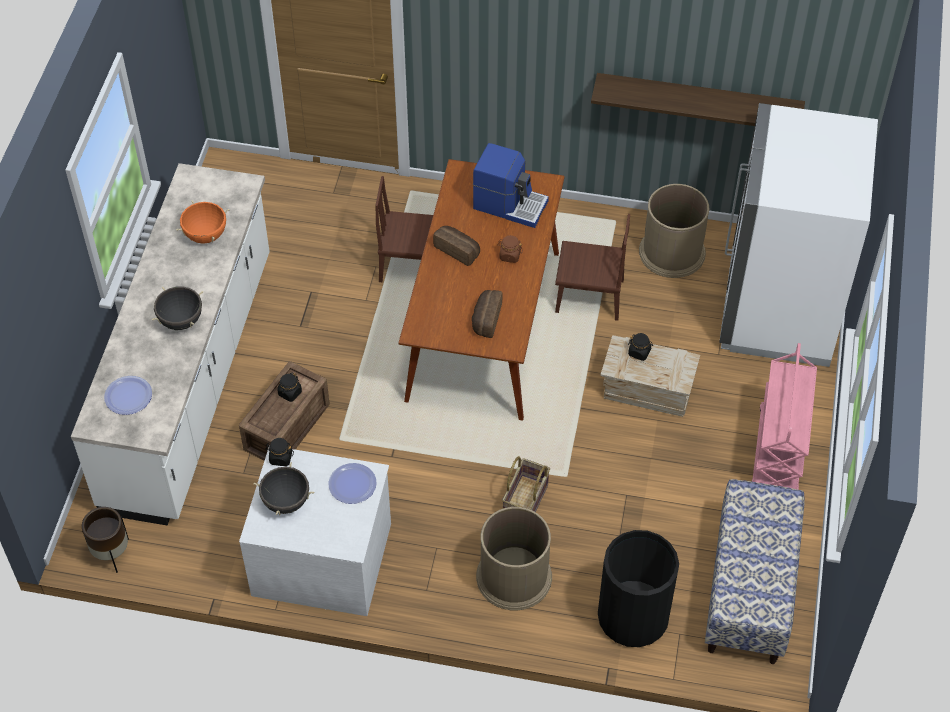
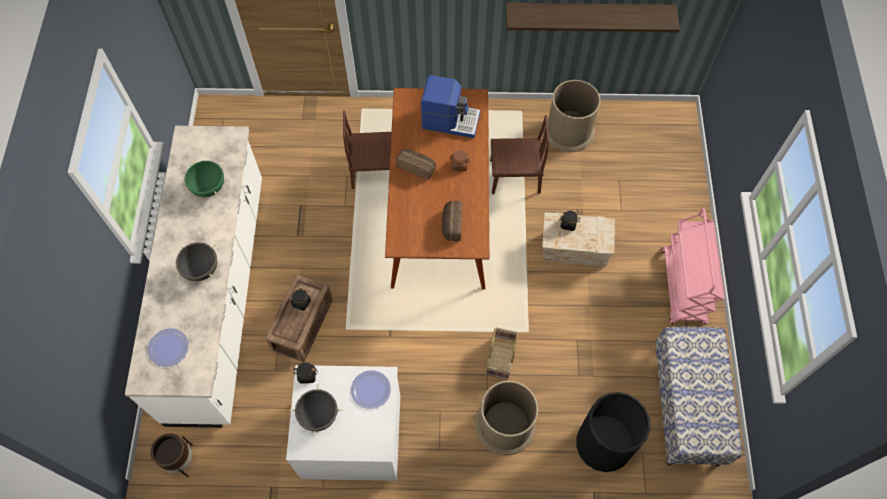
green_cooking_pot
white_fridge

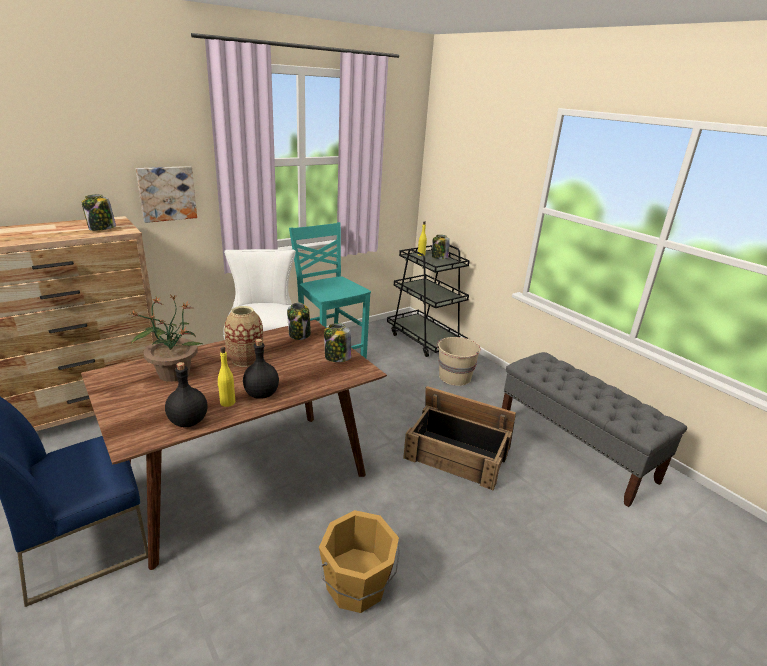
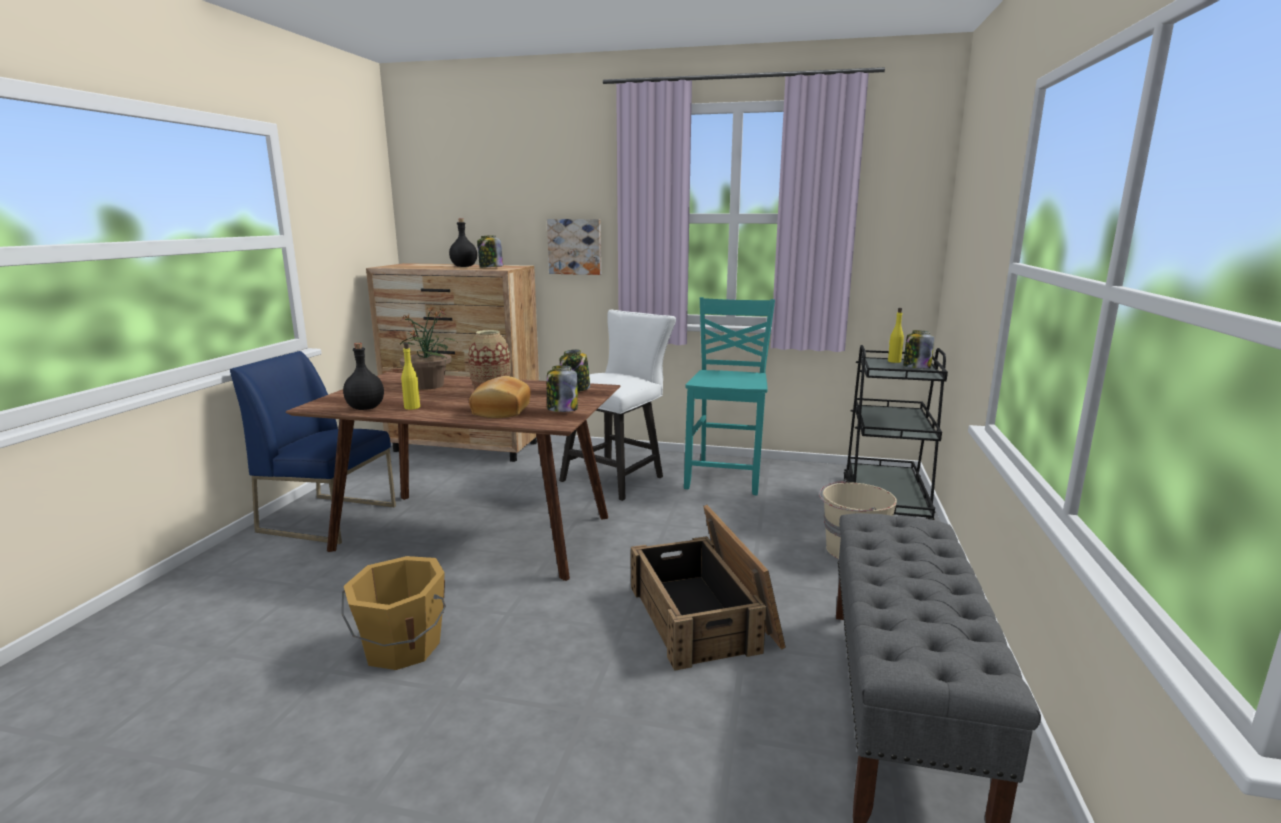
black_bottle (2nd from left)
bread

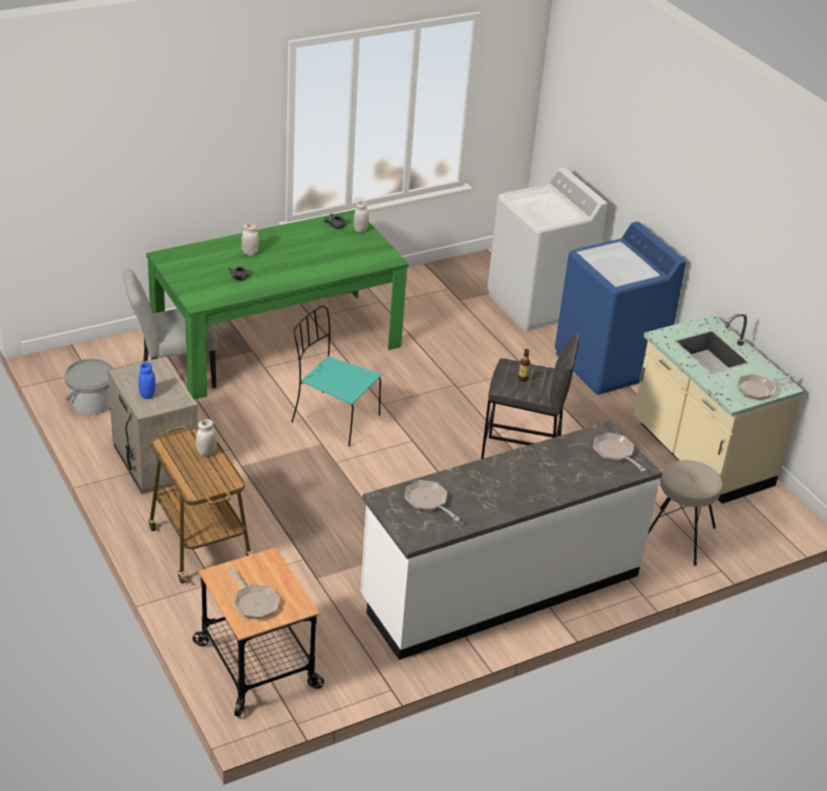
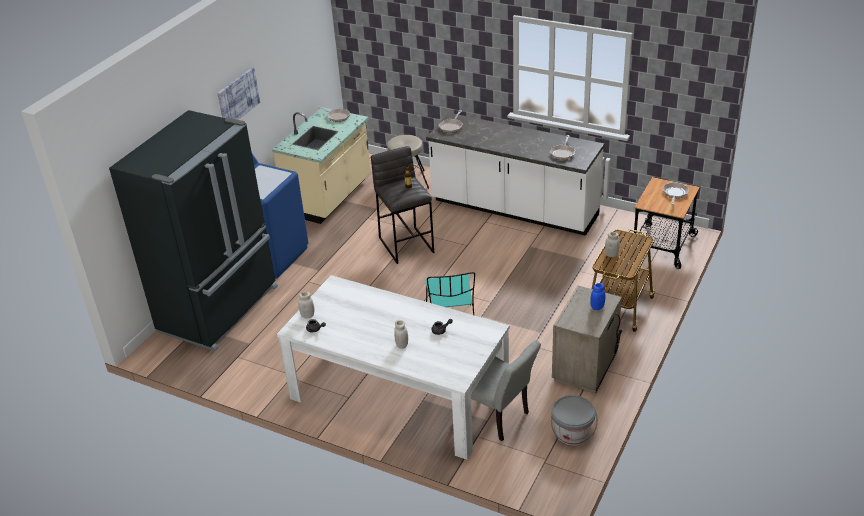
white_dining_table
black_fridge
picture

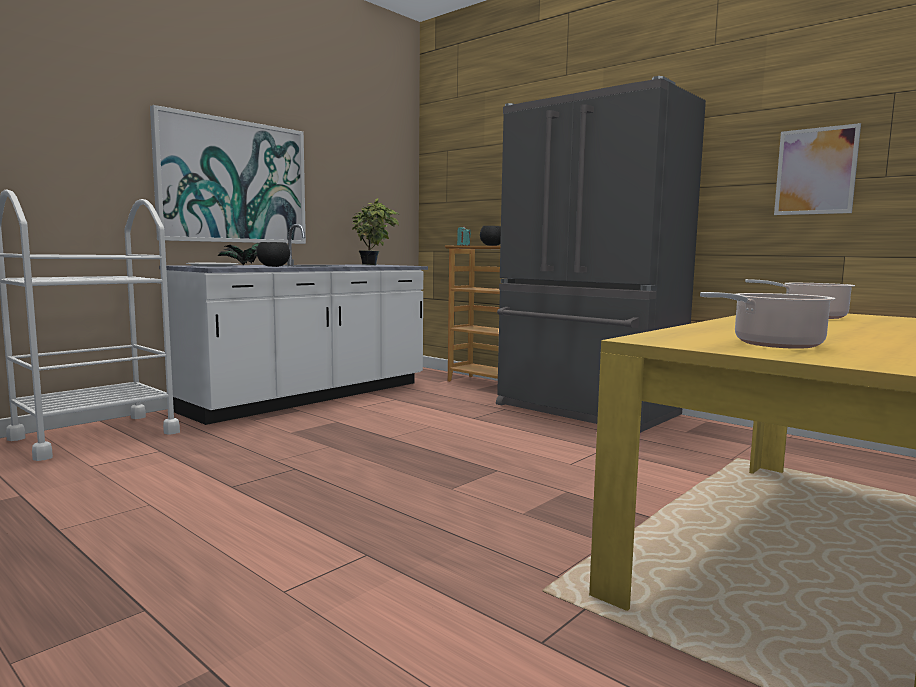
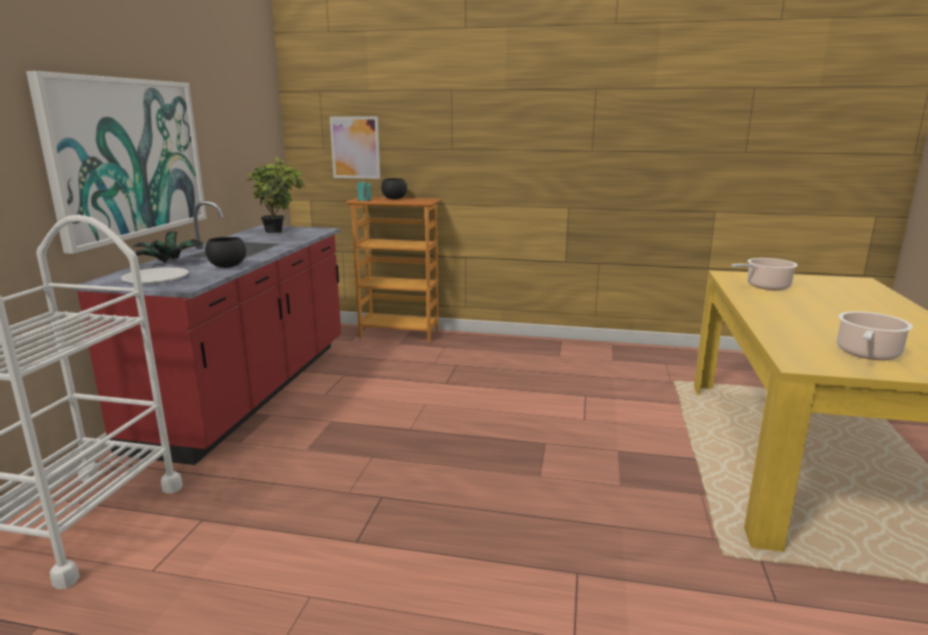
red_counter
grey_fridge
picture (2nd from left)

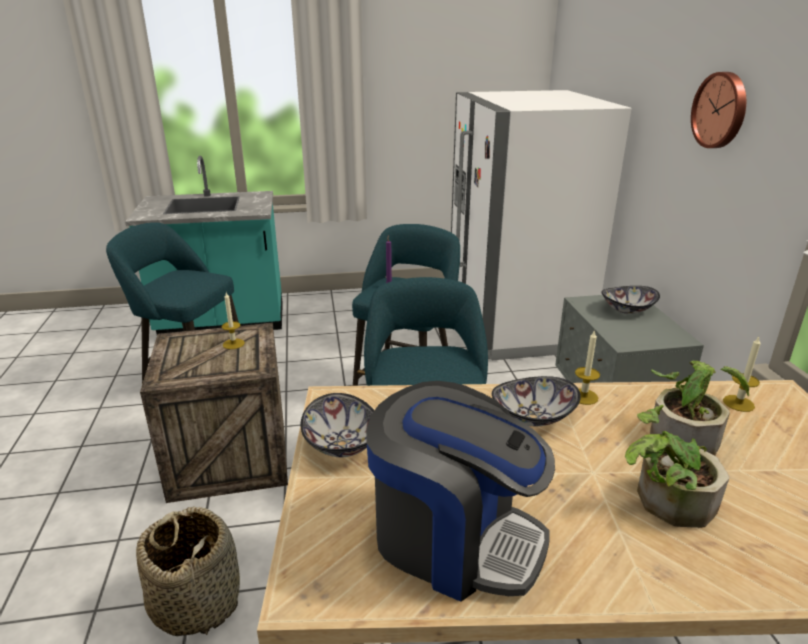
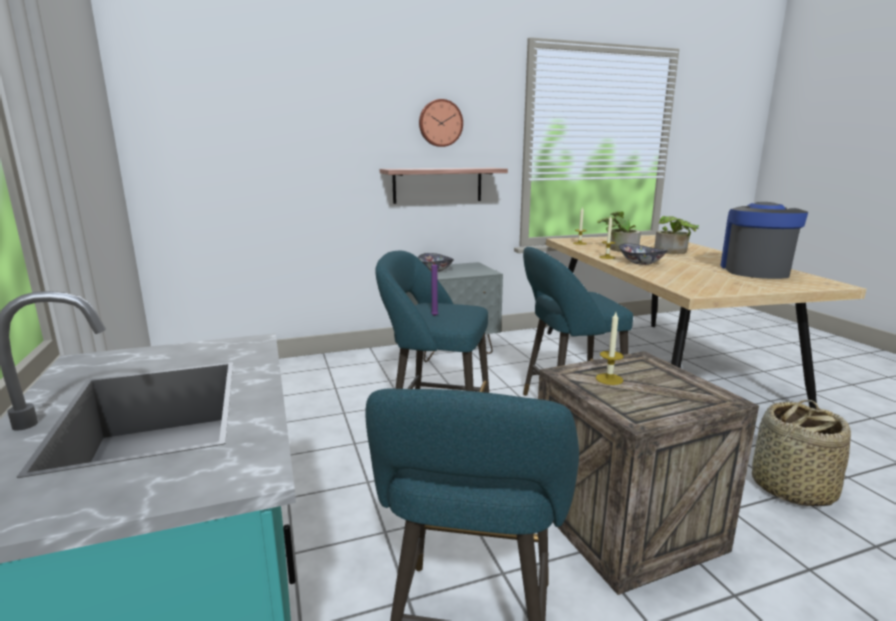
bowl (1st from left in the first image)
white_fridge
shelf

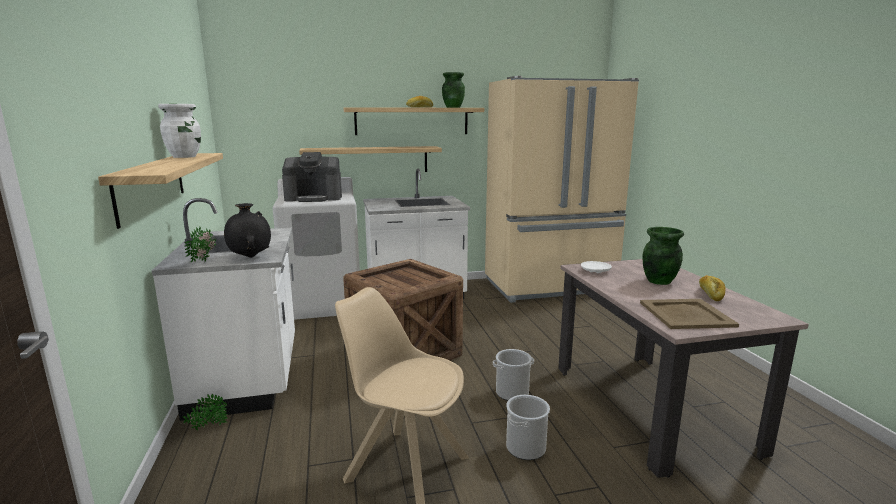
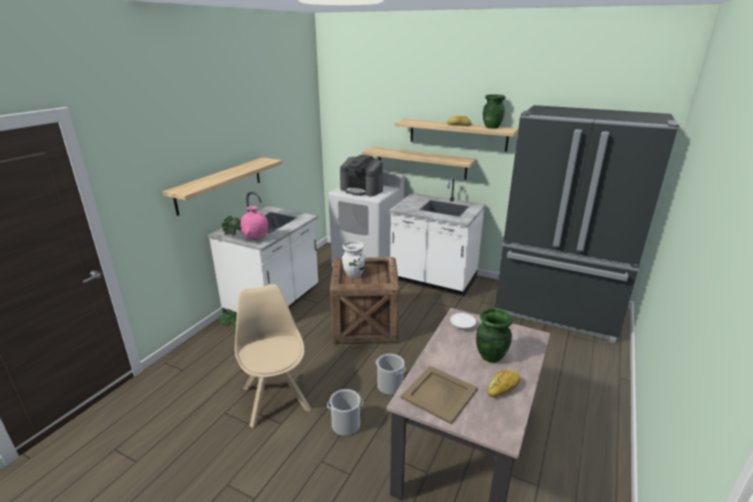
white_vase
pink_vase
black_fridge

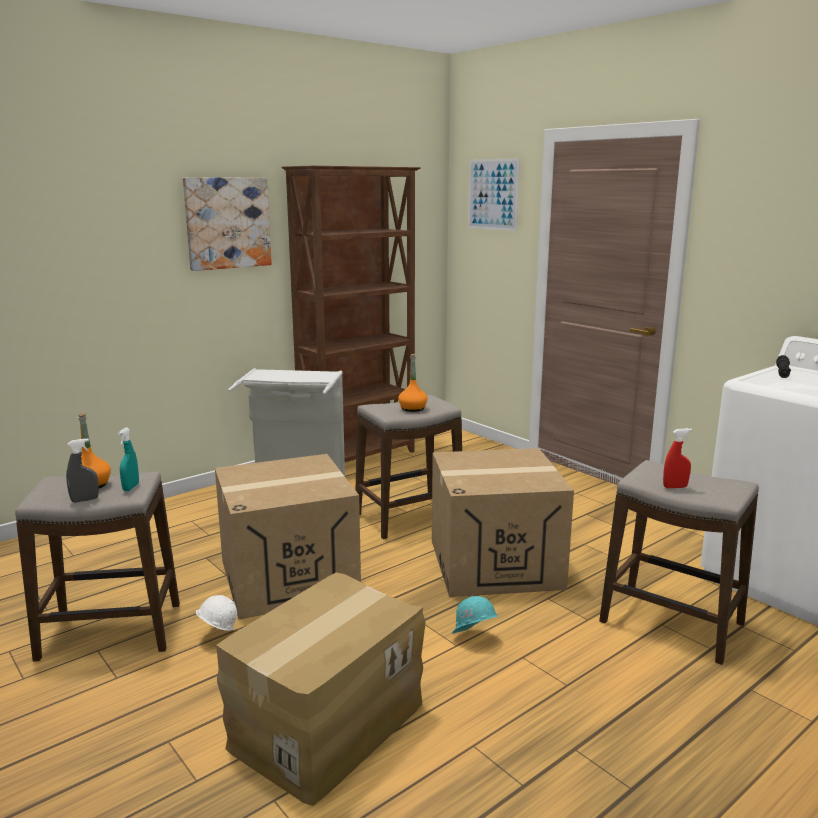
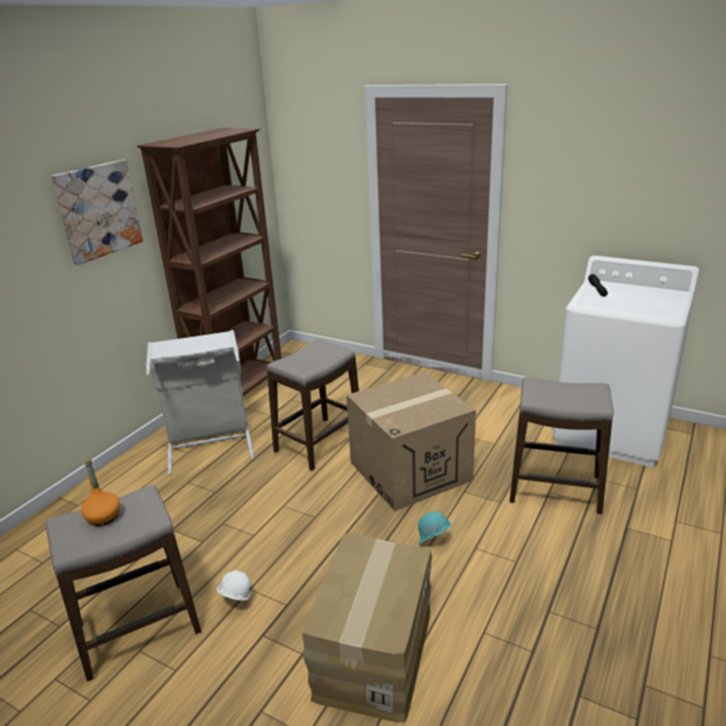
grey_spray_bottle
turquoise_spray_bottle
cardboard_box (1st from left in the first image)
orange_bottle (2nd from left in the first image)
picture (2nd from left in the first image)
red_spray_bottle

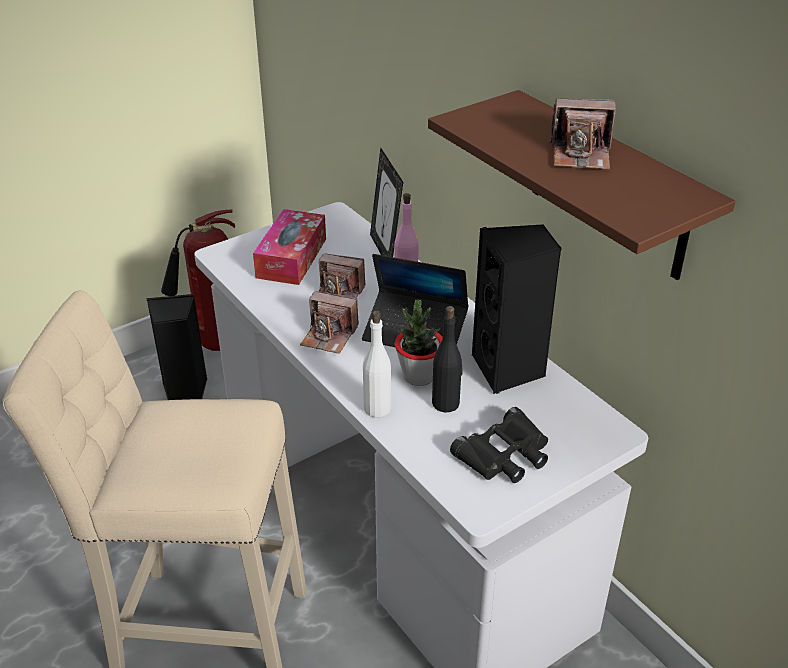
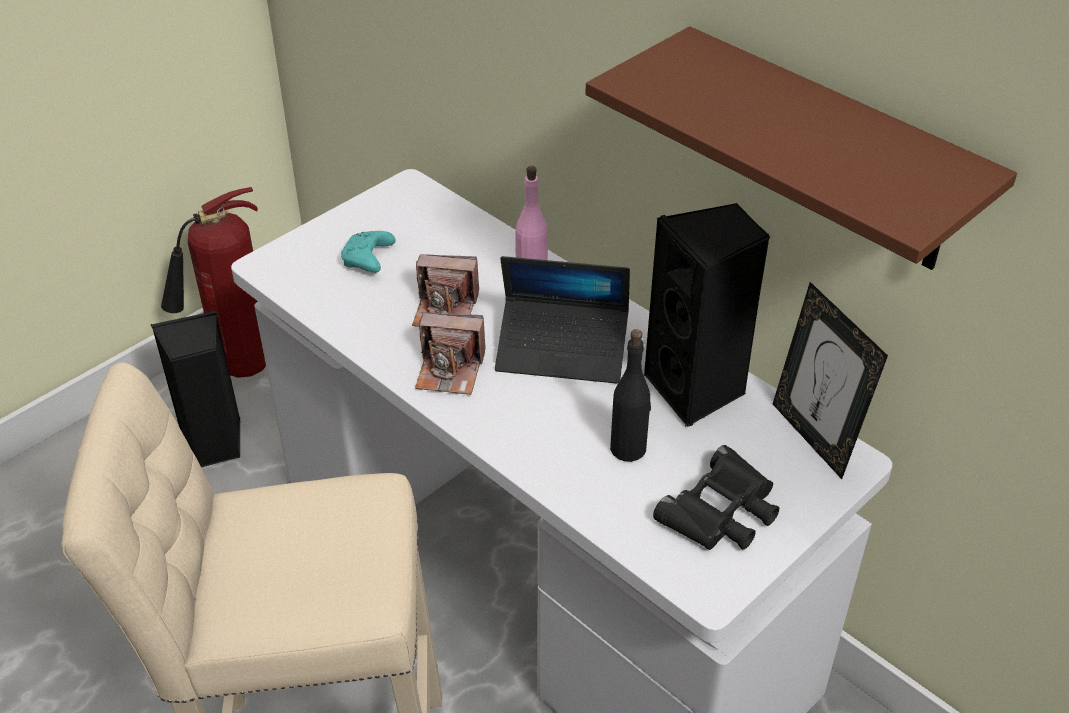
turquoise_game_controller
white_bottle
picture_frame
potted_plant
photo_camera (3rd from left in the first image)

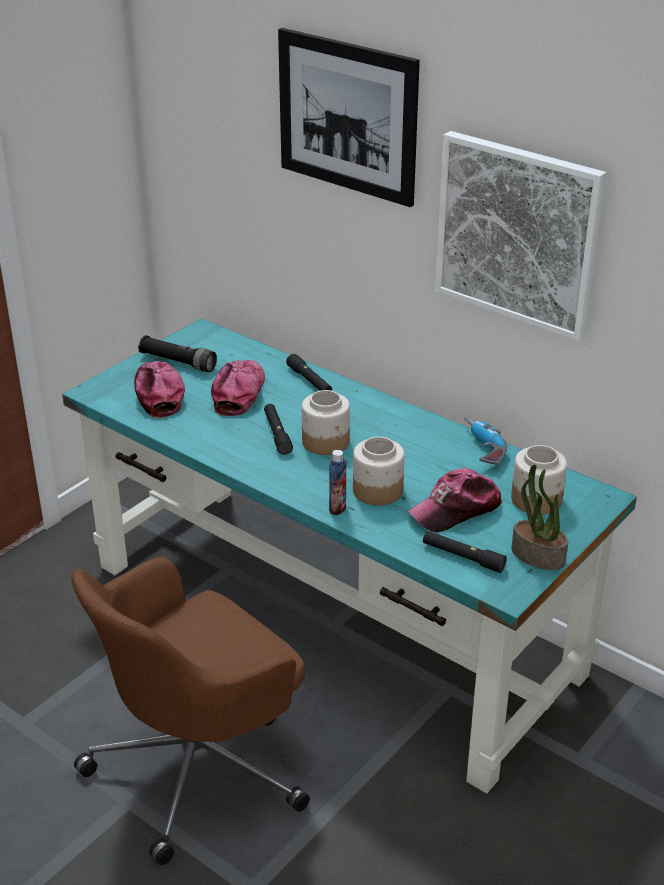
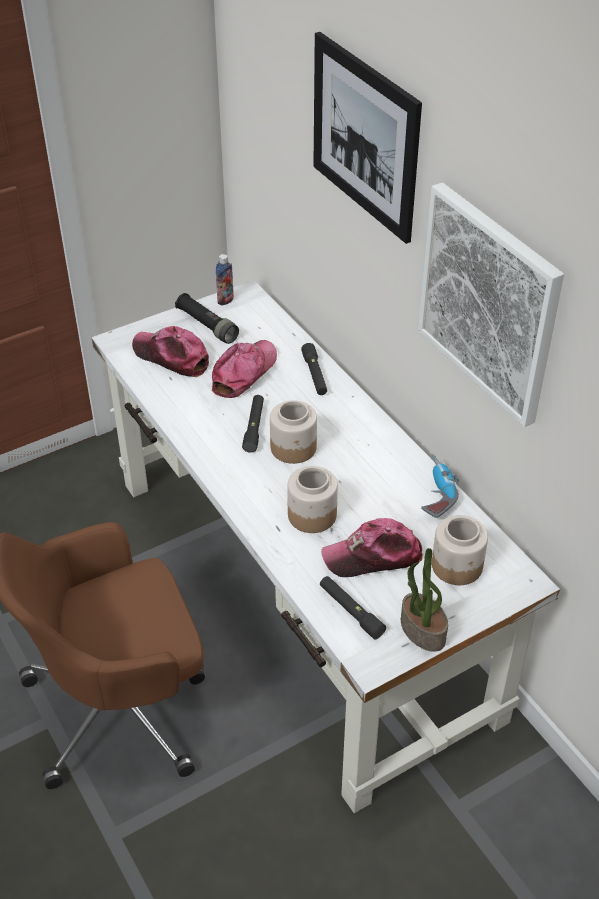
white_desk
cap (1st from left)
bottle

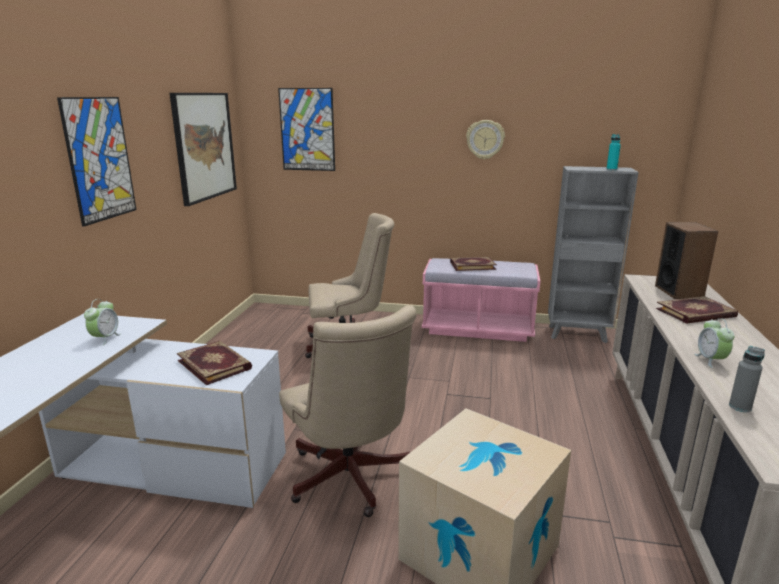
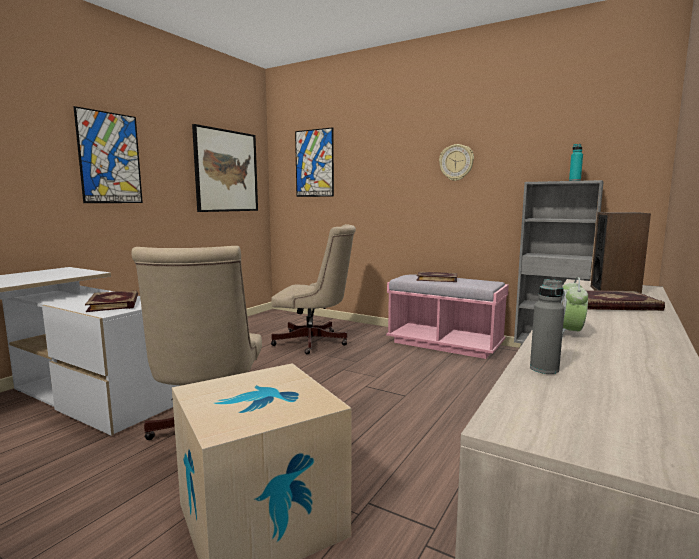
alarm_clock (1st from left in the first image)

